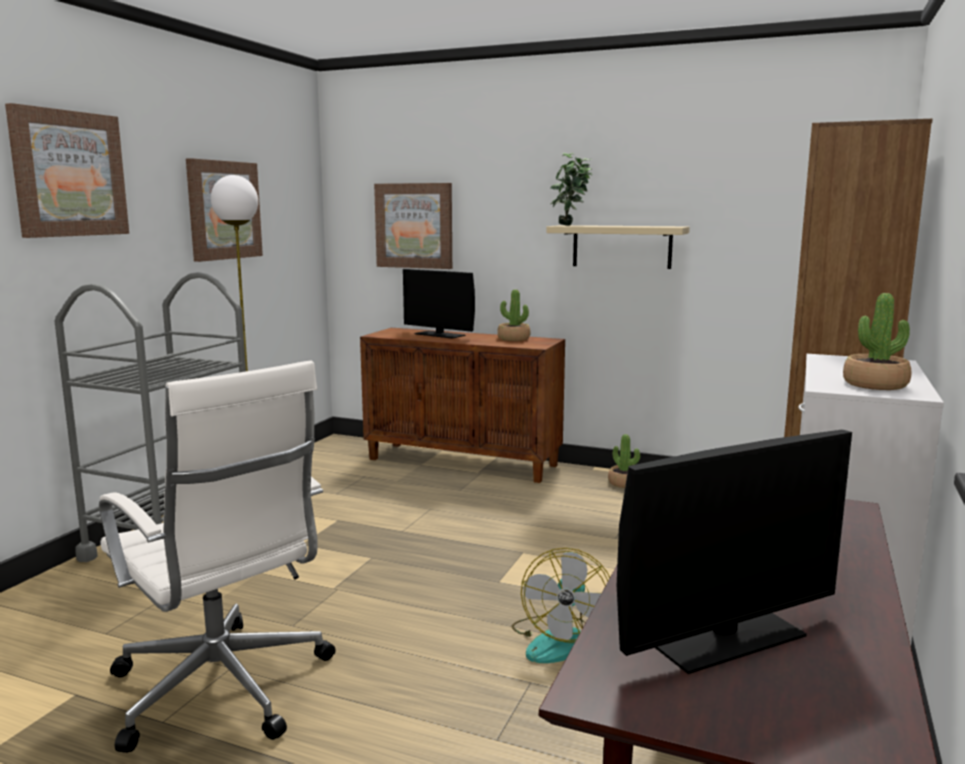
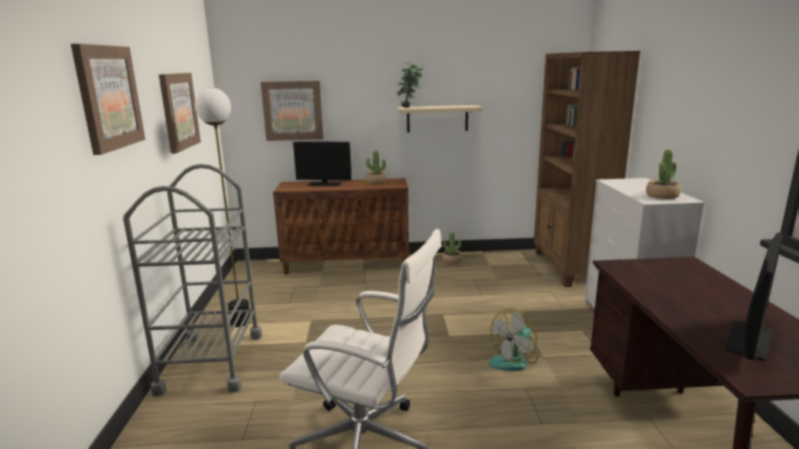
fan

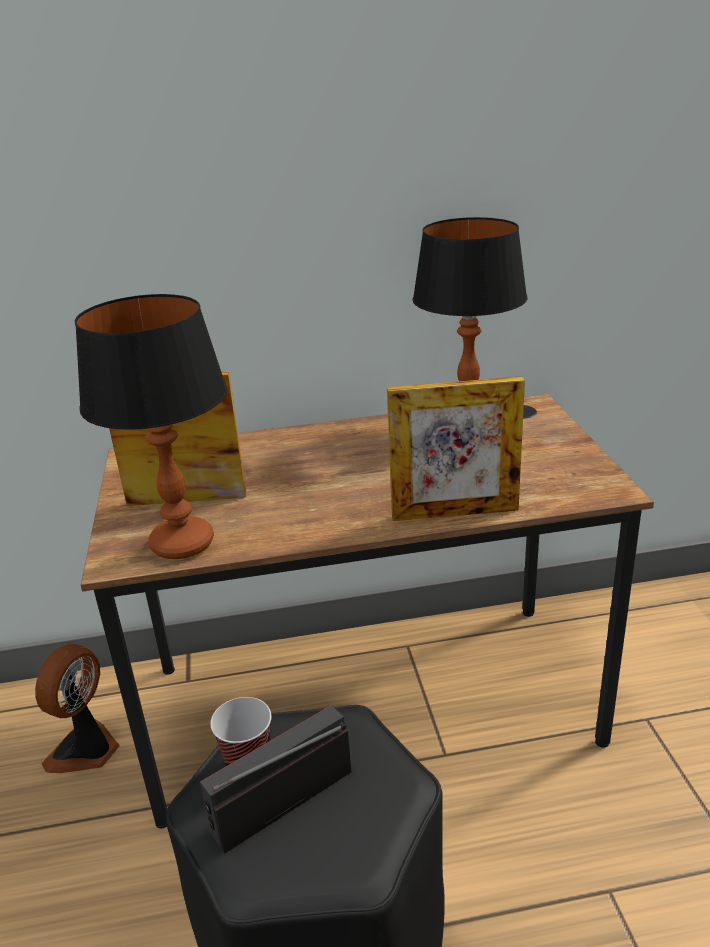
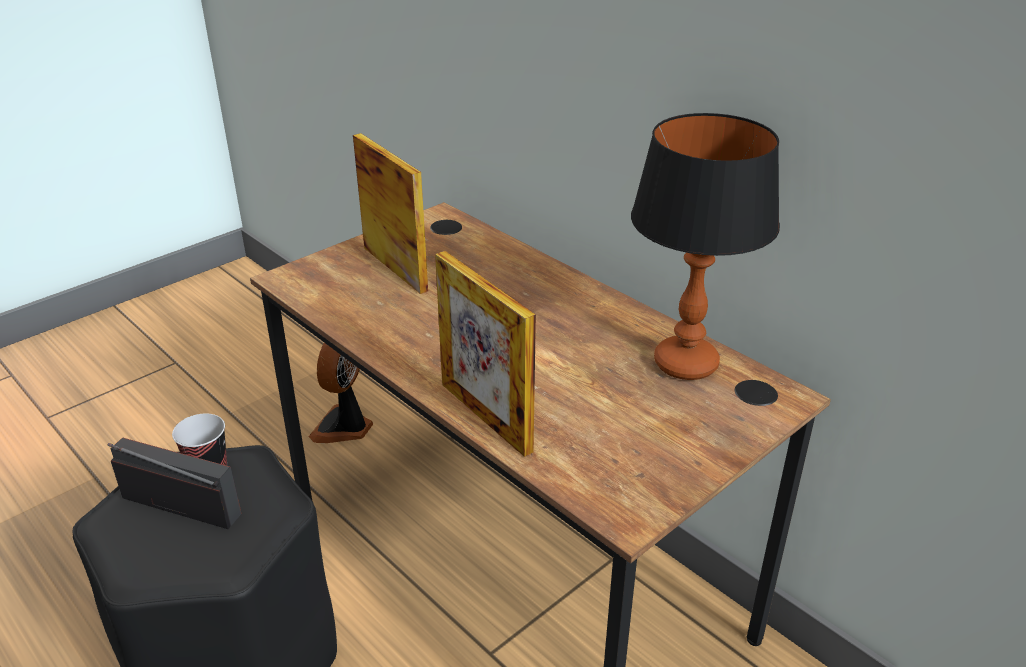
fan
table_lamp (1st from left in the first image)

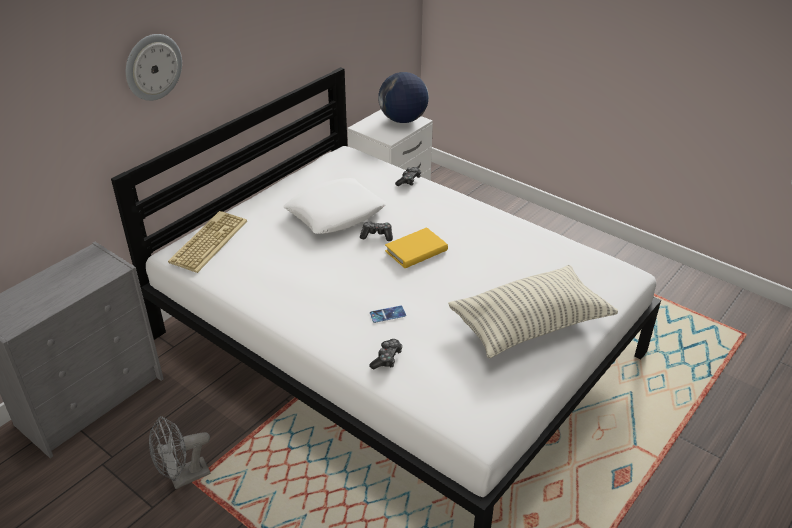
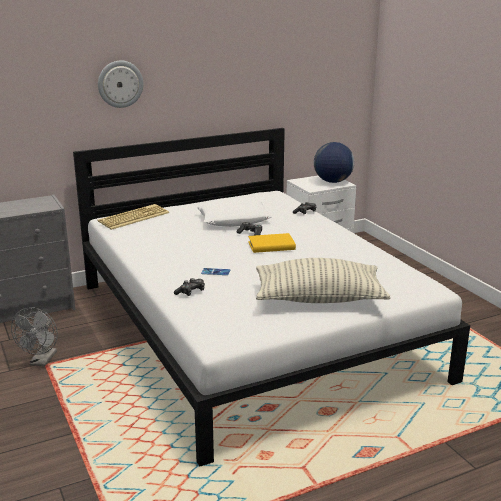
grey_fan

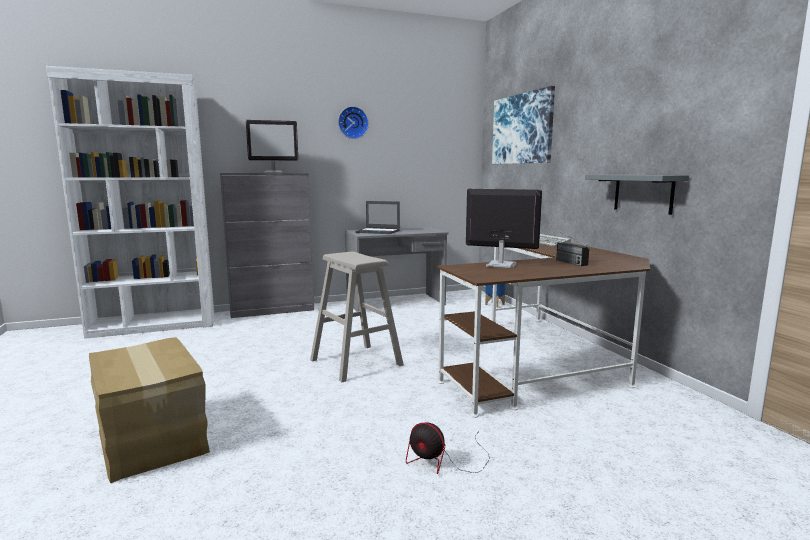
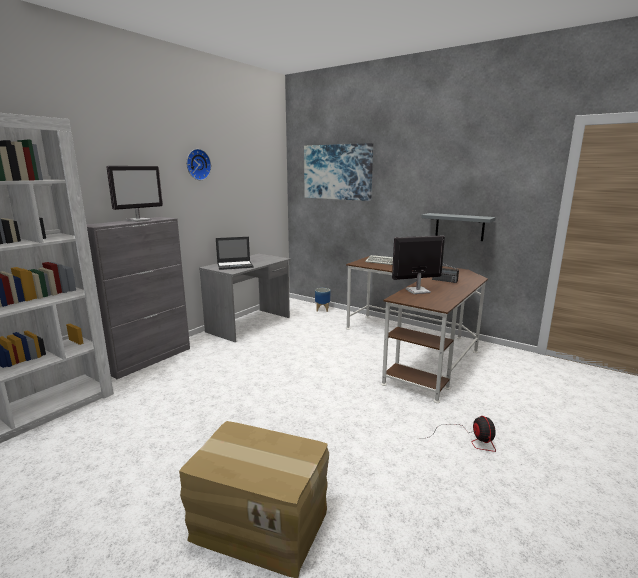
beige_stool
fan

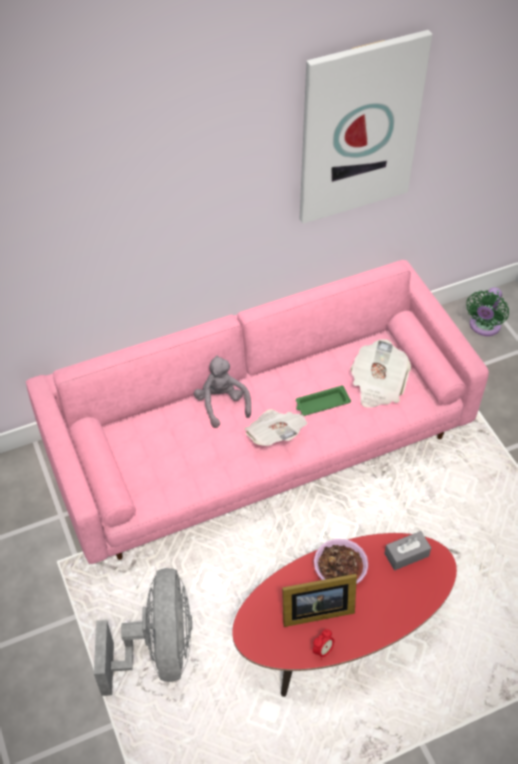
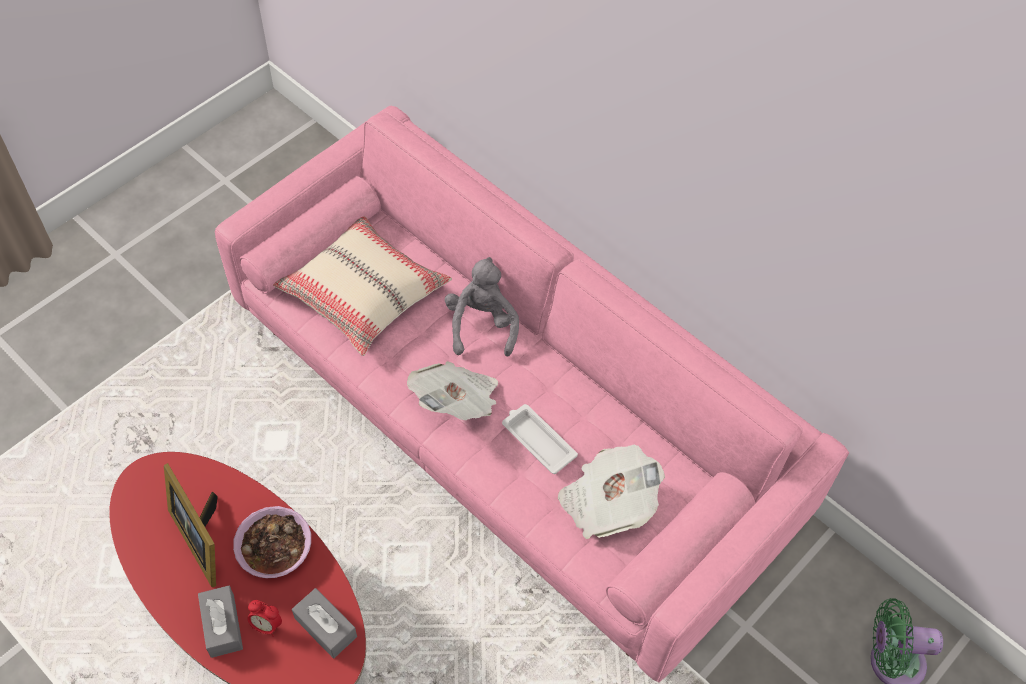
grey_fan
grey_plush_toy
white_tray
picture
alarm_clock
grey_tissue_box (1st from left)
beige_pillow

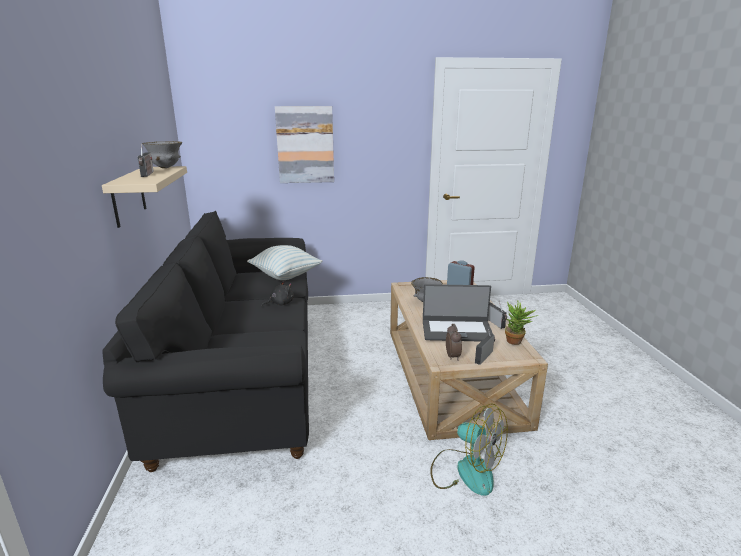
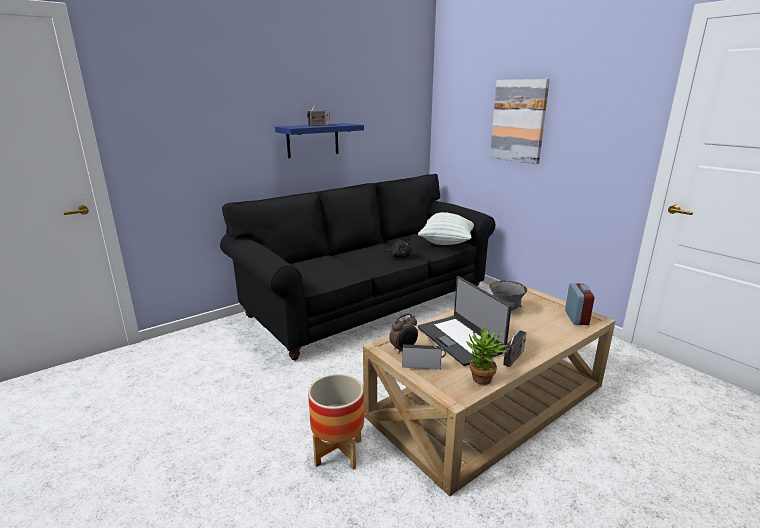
blue_shelf
grey_bowl (1st from left in the first image)
planter

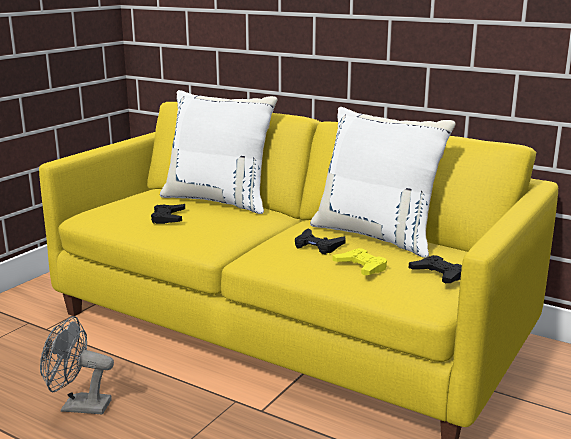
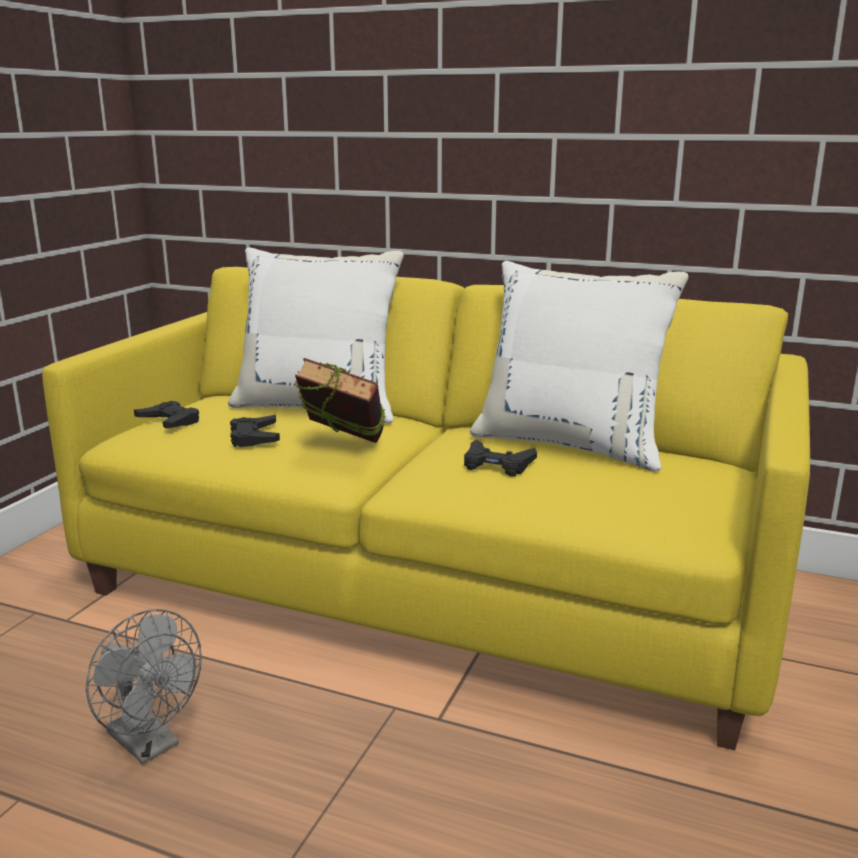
grey_fan
yellow_game_controller
black_game_controller (1st from left)
book

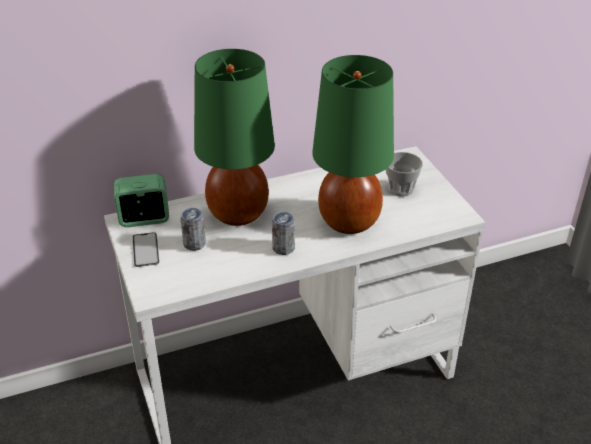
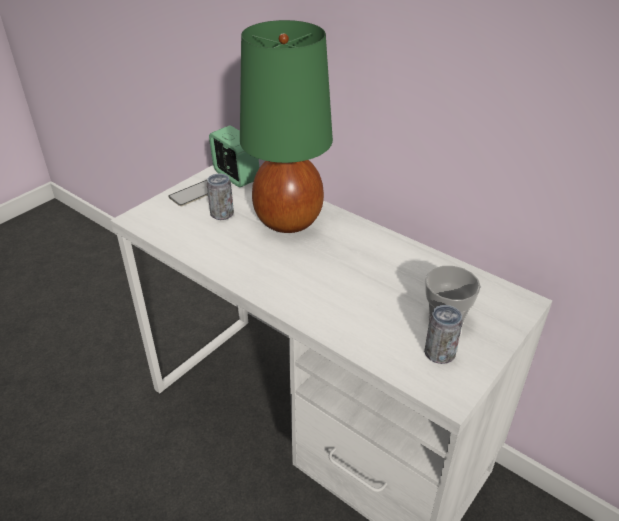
can (2nd from left)
green_table_lamp (2nd from left in the first image)

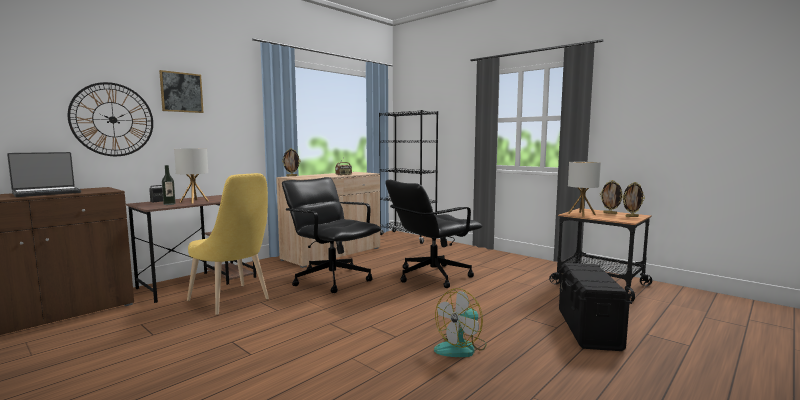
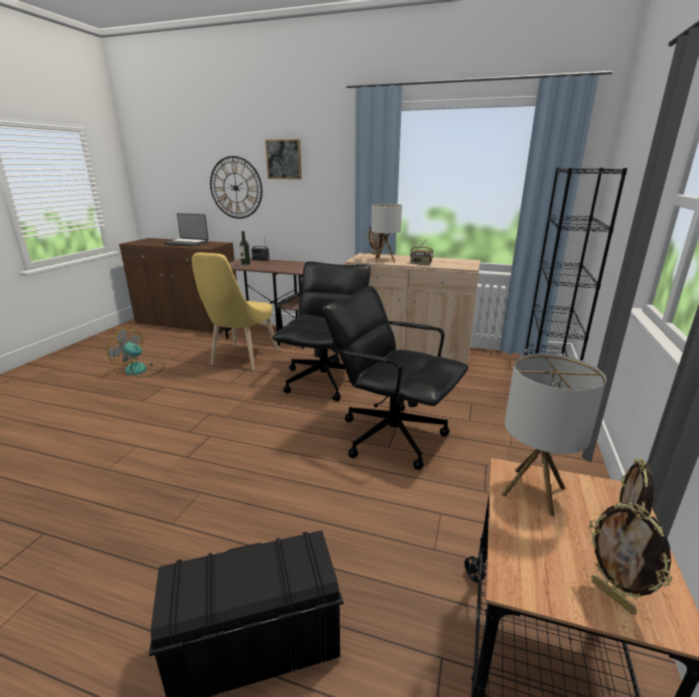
table_lamp (1st from left)
fan

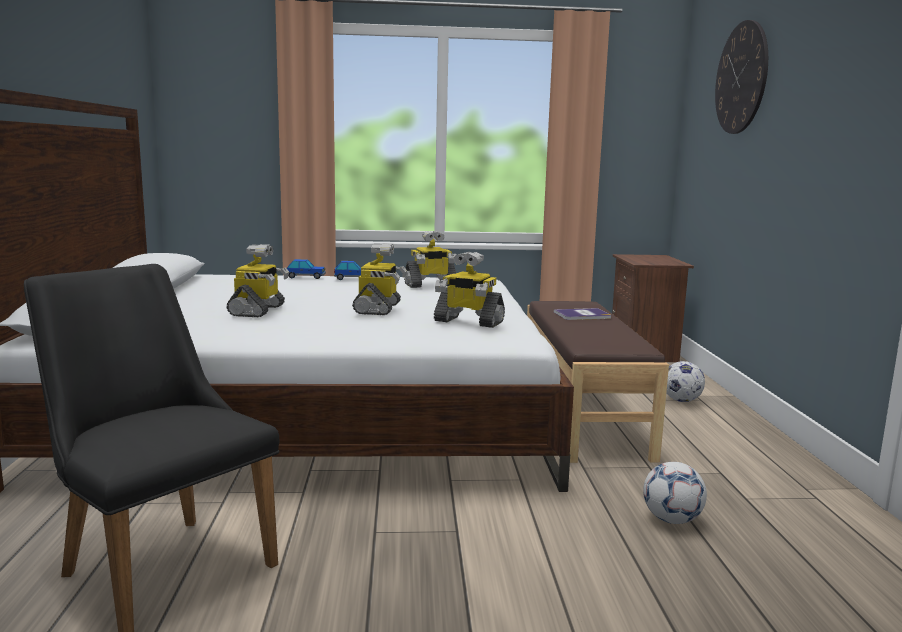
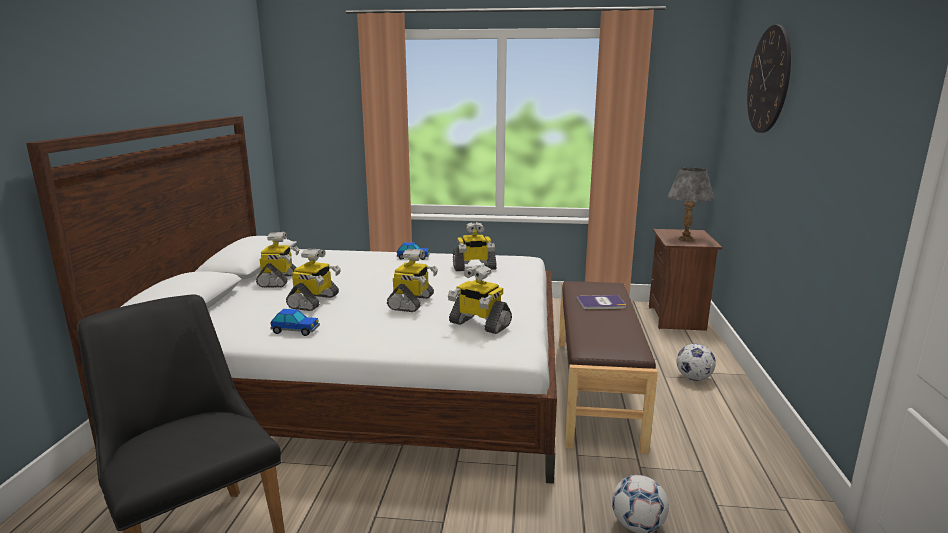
toy_car (1st from left)
toy_robot (1st from left)
grey_table_lamp

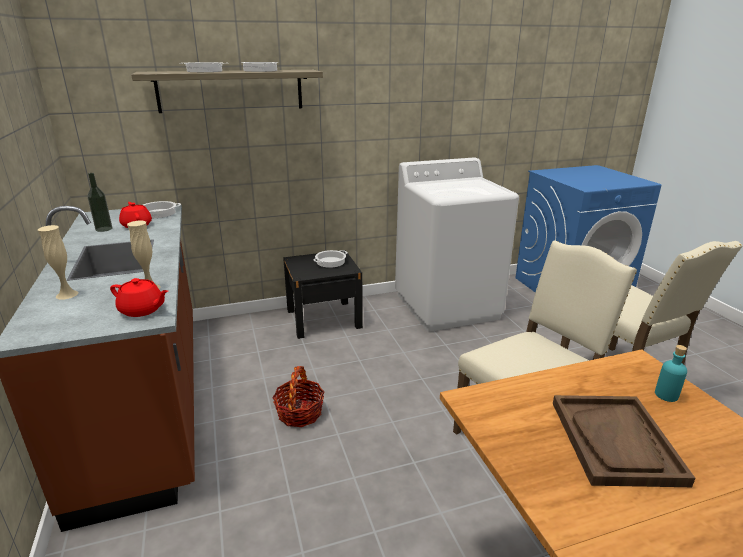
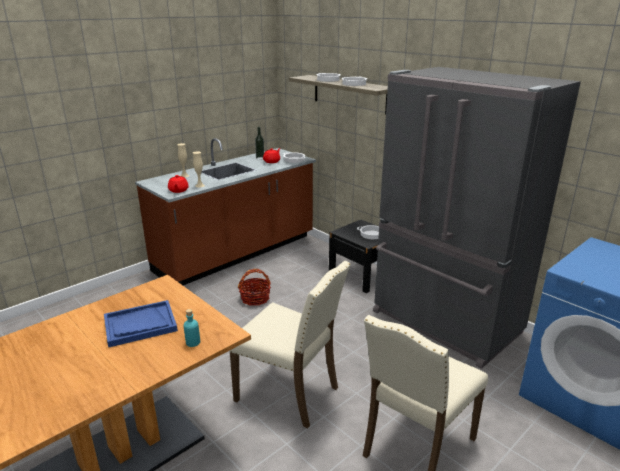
grey_fridge
blue_tray

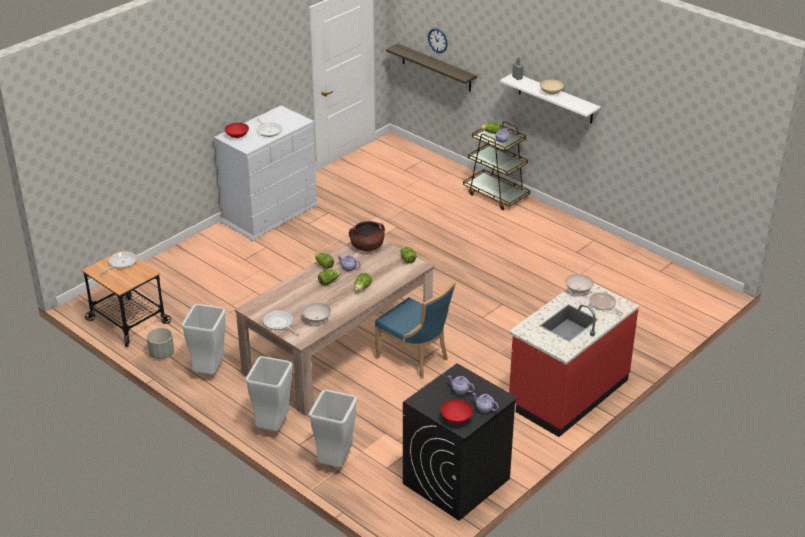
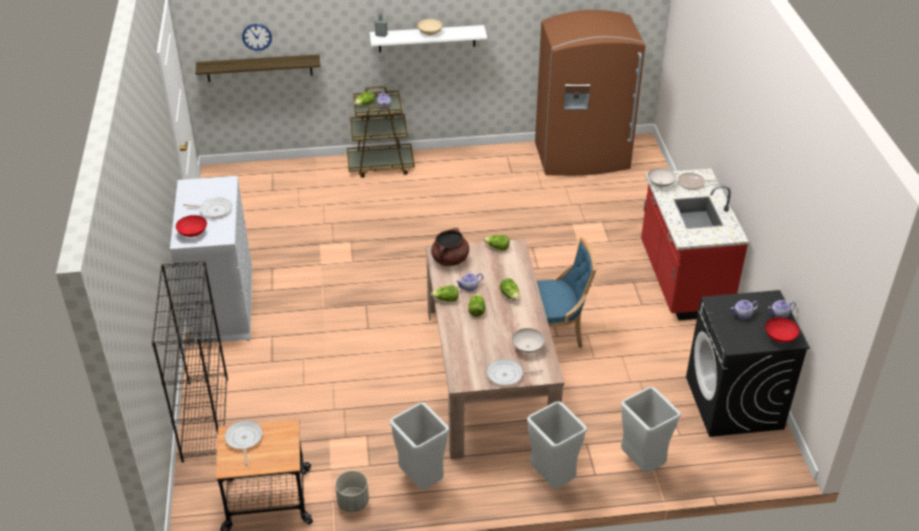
black_bookcase
brown_fridge

